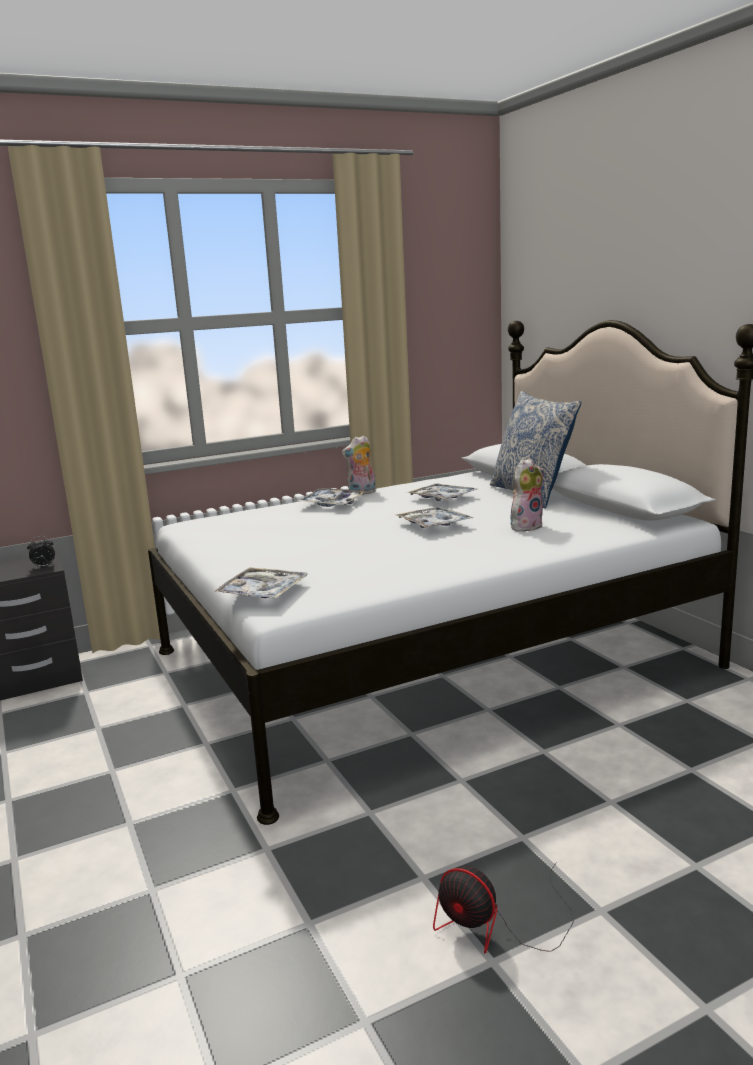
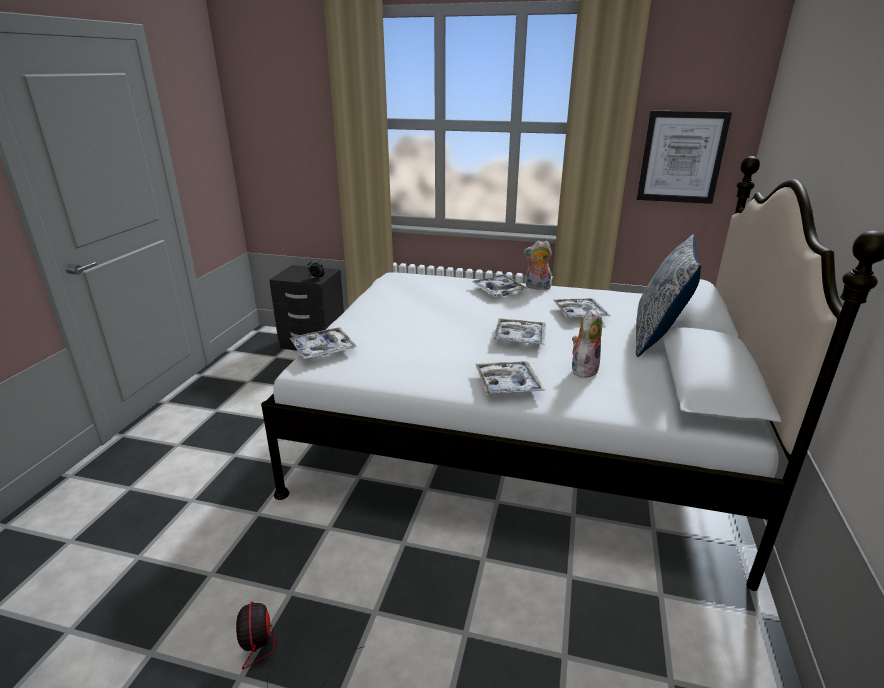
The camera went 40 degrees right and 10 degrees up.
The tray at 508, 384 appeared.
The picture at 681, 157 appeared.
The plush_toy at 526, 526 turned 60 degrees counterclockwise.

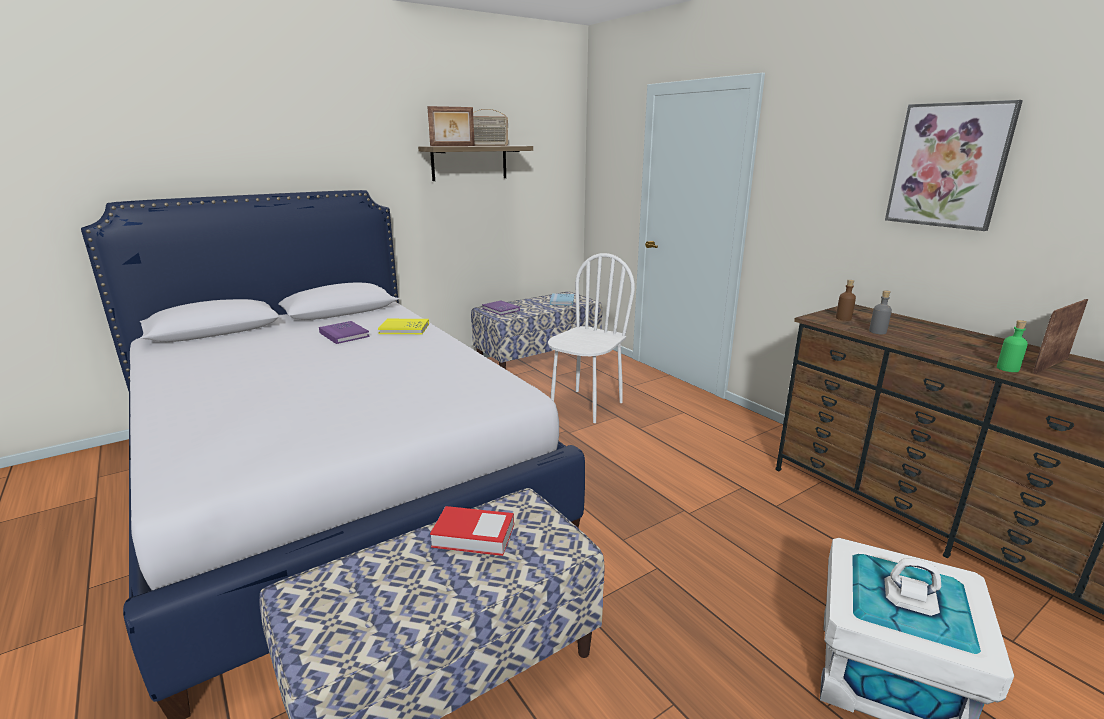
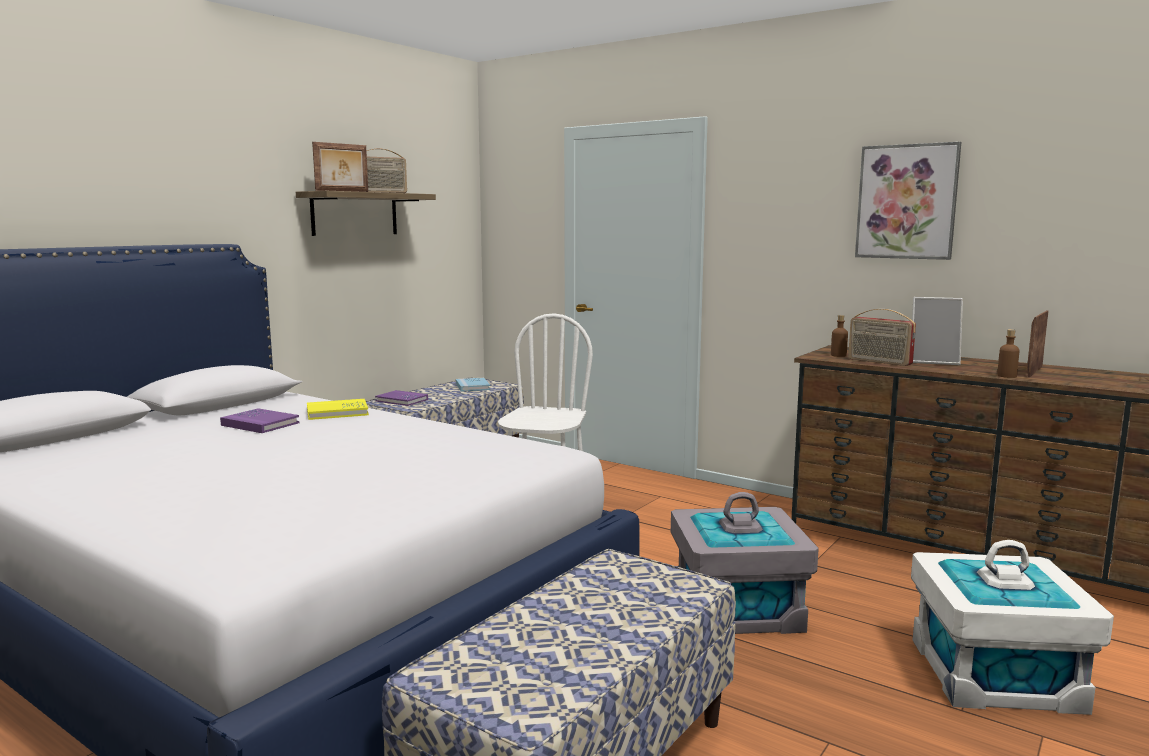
The camera went 20 degrees left and 10 degrees down.
The book at 473, 536 disappeared.
The grey_storage_box at 737, 609 appeared.
The picture_frame at 933, 361 appeared.
The grey_bottle at 877, 332 was replaced by the radio at 879, 362.
The green_bottle at 1007, 369 became the brown_bottle at 1006, 376.

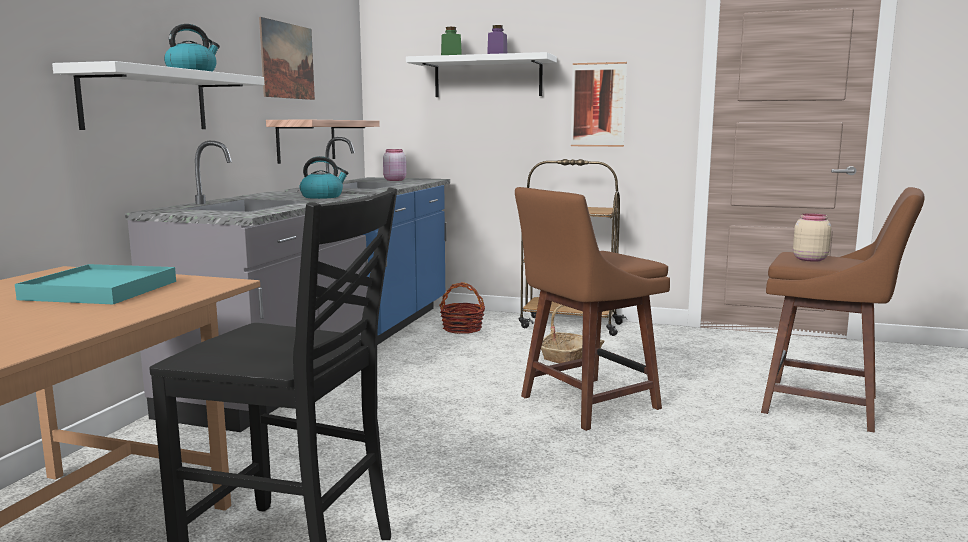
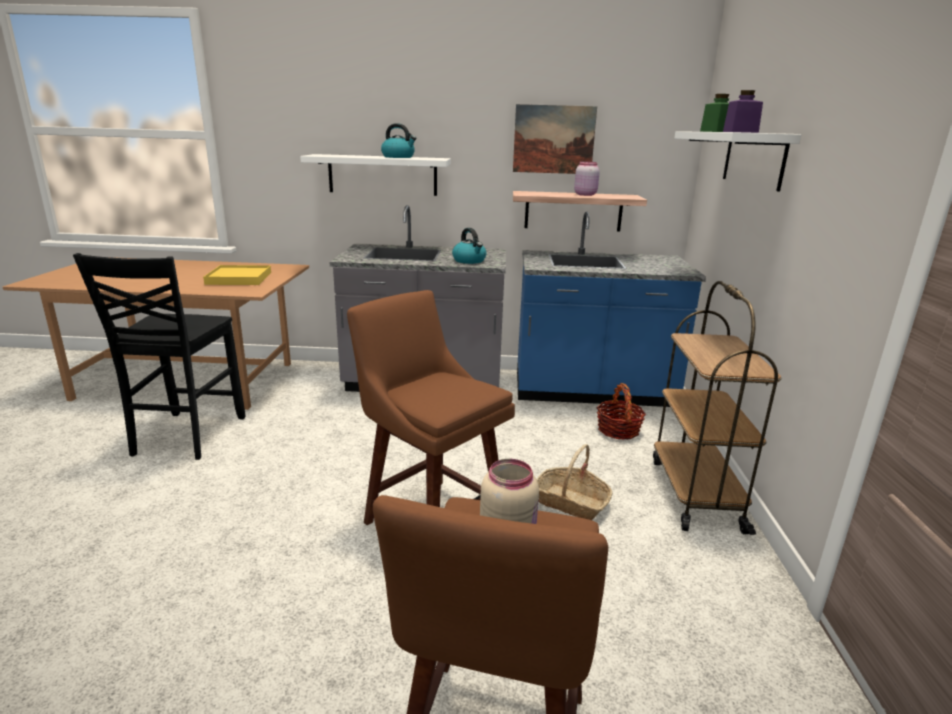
The camera went 75 degrees right and 10 degrees up.
The picture at 598, 105 disappeared.
The pink_jar moved from 394, 180 to 585, 194.
The turquoise_tray at 100, 290 became the yellow_tray at 239, 278.

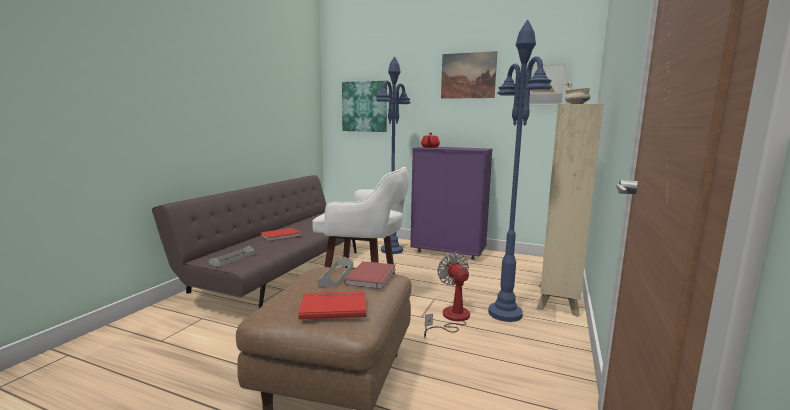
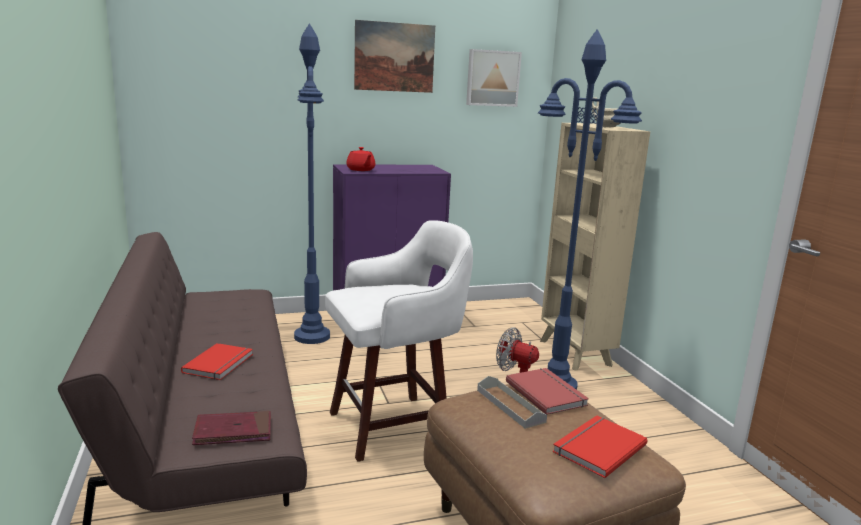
The camera went 40 degrees left and 5 degrees up.
The picture at 365, 106 disappeared.
The grey_tray at 232, 258 was replaced by the red_book at 233, 431.

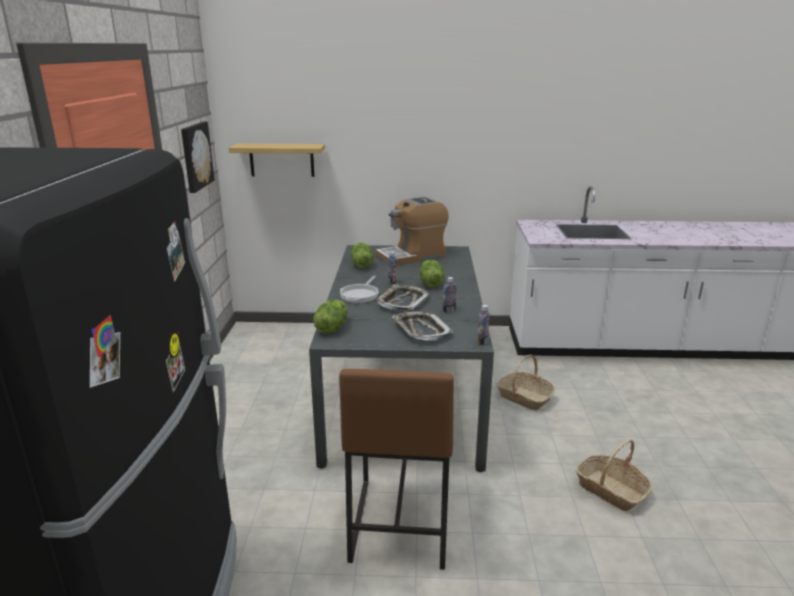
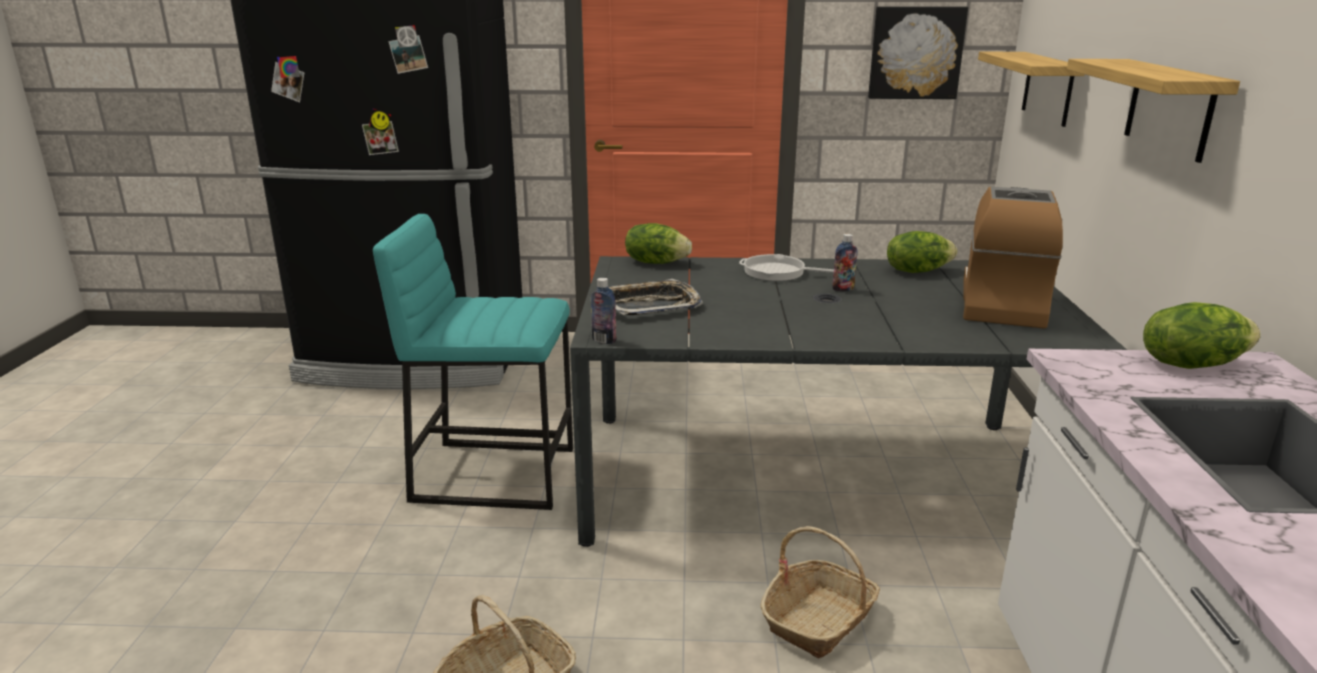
The camera went 90 degrees right and 0 degrees up.
The tray at 403, 301 disappeared.
The bottle at 449, 310 disappeared.
The shelf at 1169, 108 appeared.
The lettuce moved from 430, 284 to 1191, 364.
The brown_stool at 400, 522 became the turquoise_stool at 494, 474.
The coffee_machine at 412, 256 turned 45 degrees clockwise.

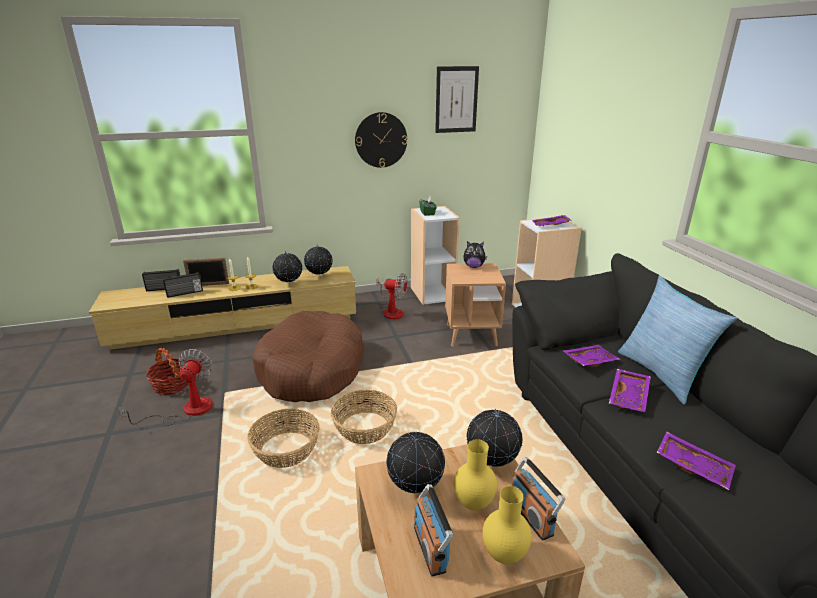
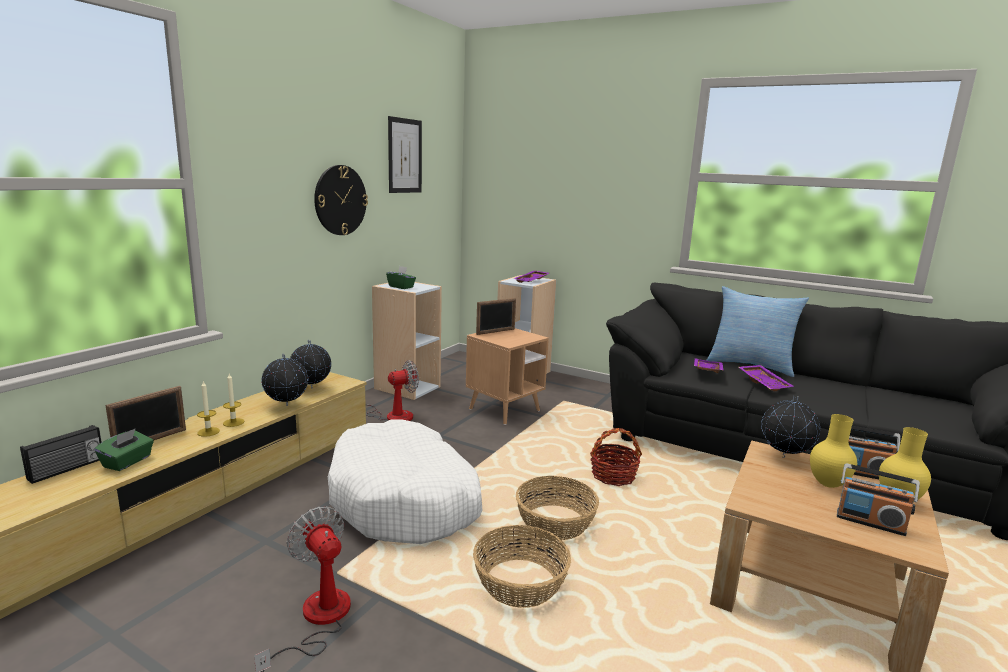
The camera went 45 degrees left and 10 degrees down.
The globe at 415, 489 disappeared.
The purple_tray at 693, 466 disappeared.
The basket moved from 172, 385 to 613, 476.
The radio at 185, 293 was replaced by the green_tissue_box at 127, 462.
The plush_toy at 473, 266 was replaced by the picture_frame at 496, 332.
The brown_dog_bed at 312, 370 became the white_dog_bed at 405, 500.

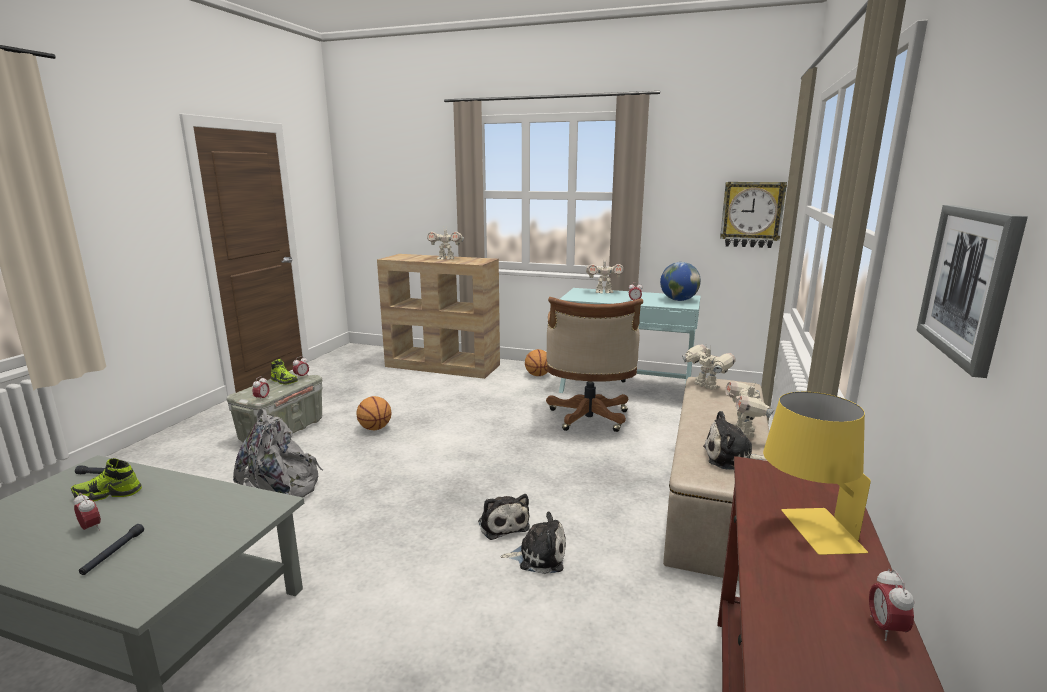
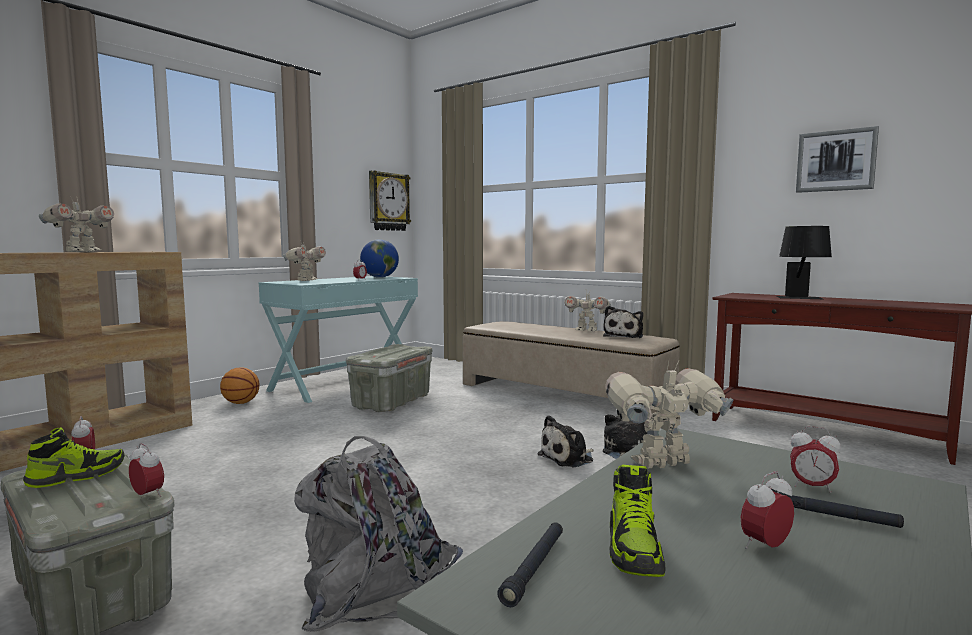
The camera went 70 degrees left and 10 degrees down.
The basketball at 375, 428 disappeared.
The toy_robot moved from 705, 387 to 663, 464.
The alarm_clock moved from 885, 629 to 812, 487.
The office_chair at 589, 418 was replaced by the grey_storage_box at 392, 402.
The yellow_table_lamp at 805, 530 became the black_table_lamp at 801, 298.
The plush_toy at 502, 524 turned 150 degrees clockwise.

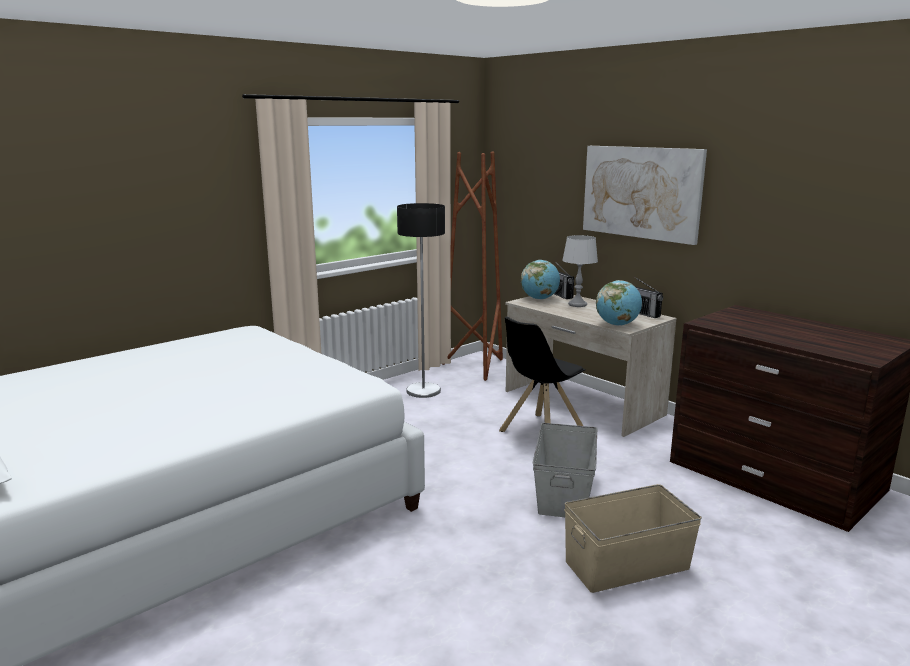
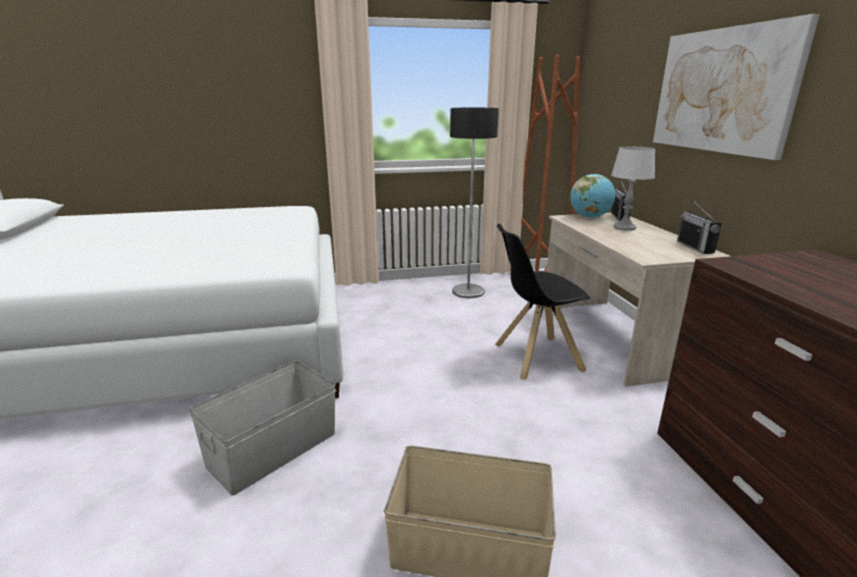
The camera went 30 degrees right and 5 degrees up.
The globe at 617, 325 disappeared.
The grey_storage_box moved from 564, 491 to 274, 449.

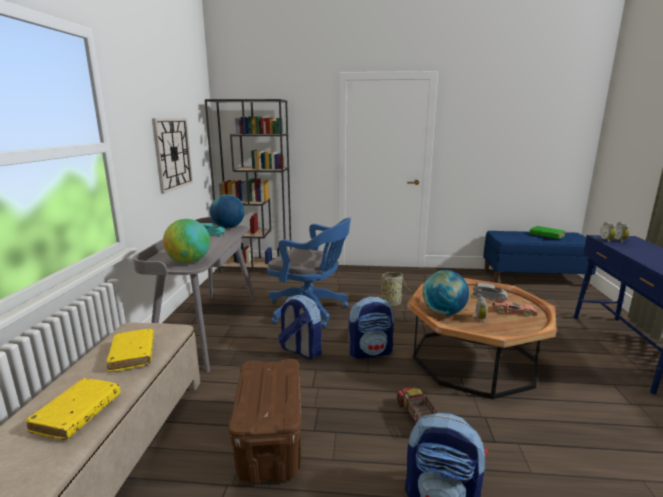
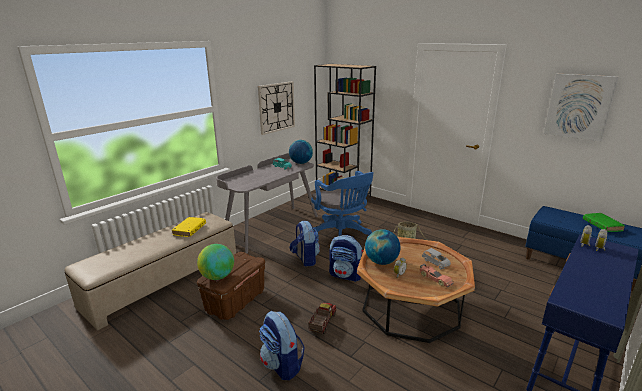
The camera went 35 degrees right and 5 degrees up.
The yellow_book at 77, 414 disappeared.
The picture at 579, 106 appeared.
The globe moved from 189, 262 to 217, 277.

